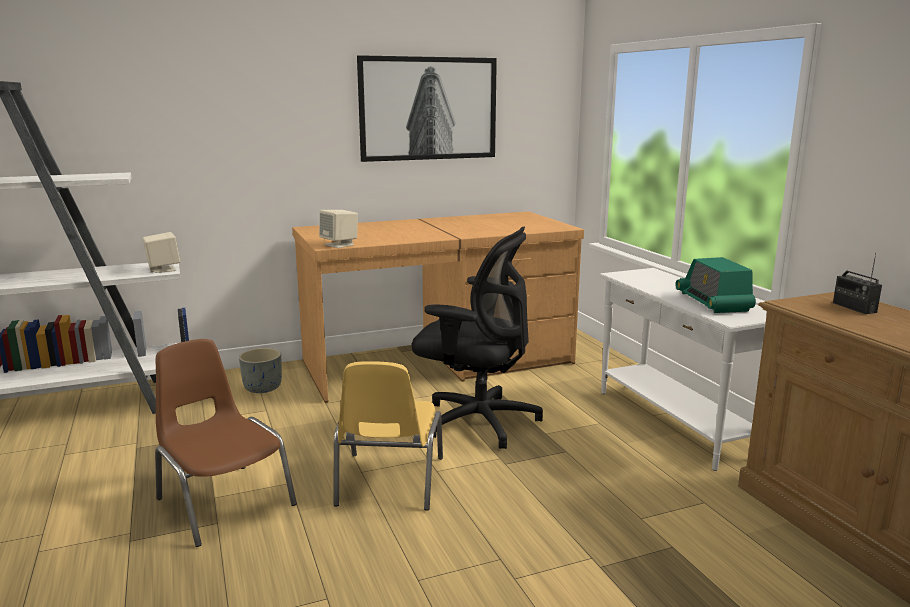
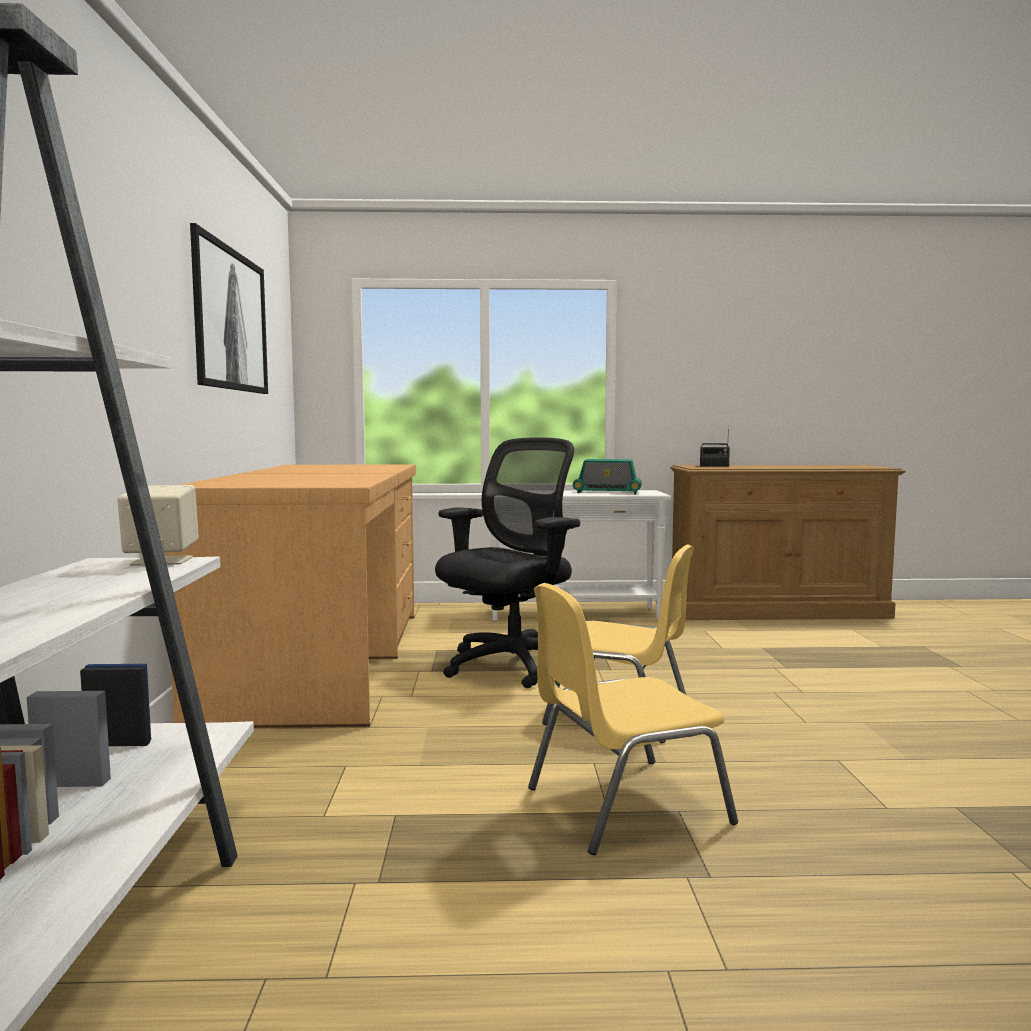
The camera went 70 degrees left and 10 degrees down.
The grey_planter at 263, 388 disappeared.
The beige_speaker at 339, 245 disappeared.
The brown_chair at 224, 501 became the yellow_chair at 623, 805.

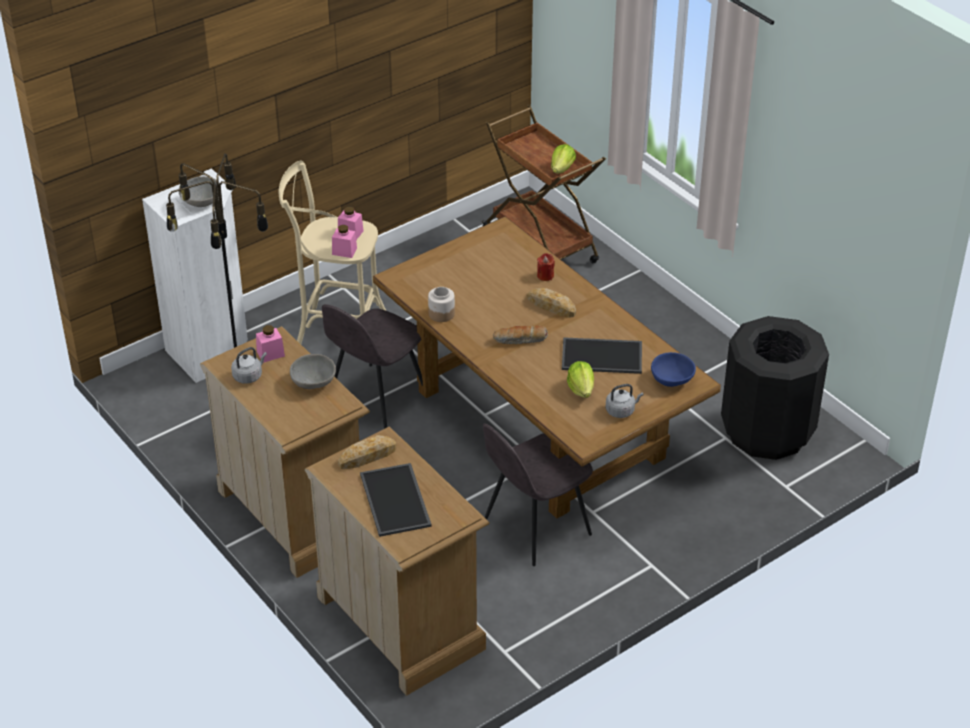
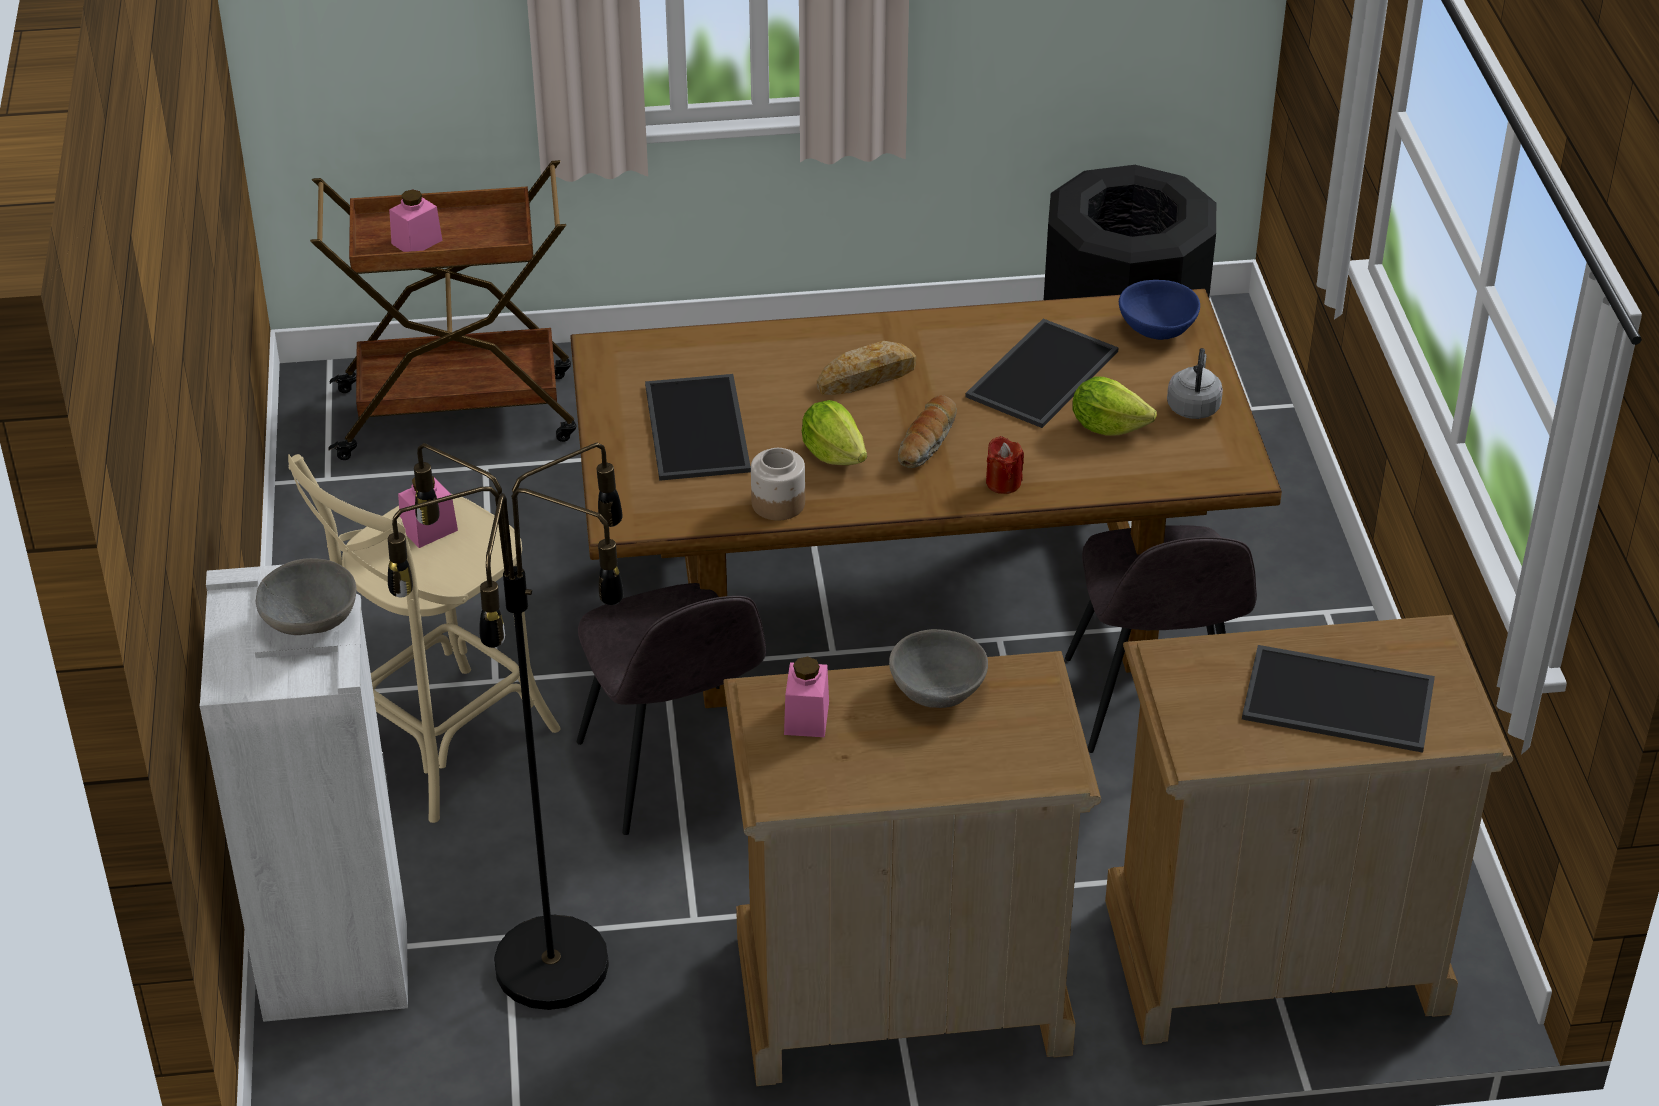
The camera went 60 degrees left and 0 degrees up.
The grey_kettle at 249, 376 disappeared.
The bread at 367, 456 disappeared.
The tray at 699, 429 appeared.
The pink_jar moved from 344, 251 to 417, 242.
The red_candle moved from 545, 276 to 1003, 482.
The lettuce moved from 562, 169 to 834, 453.

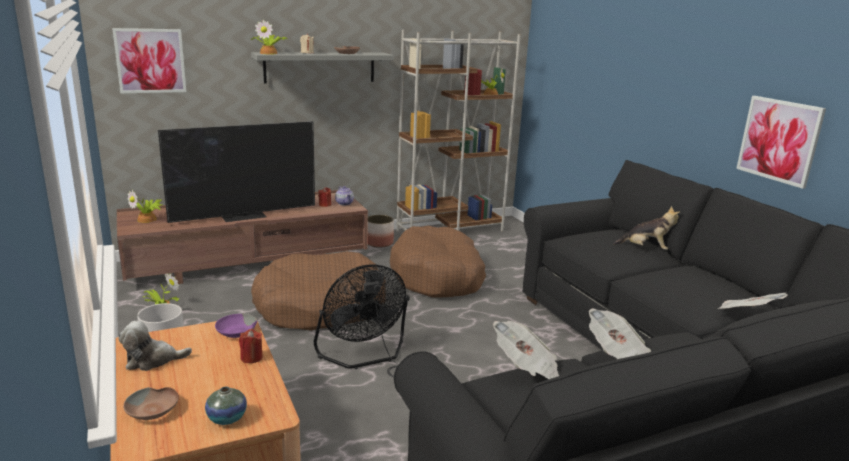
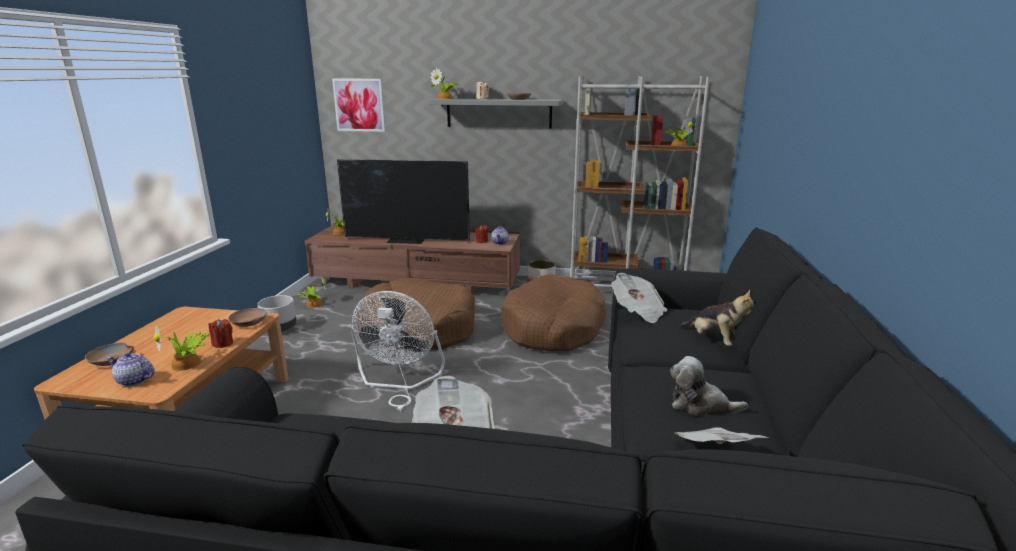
The camera went 35 degrees right and 0 degrees up.
The picture at 779, 140 disappeared.
The potted_plant at 188, 364 appeared.
The plush_toy moved from 152, 360 to 700, 405.
The newspaper moved from 526, 368 to 638, 311.
The vase at 227, 418 was replaced by the teapot at 133, 381.
The purple_bowl at 236, 332 became the brown_bowl at 248, 322.
The black_fan at 371, 357 became the white_fan at 397, 381.

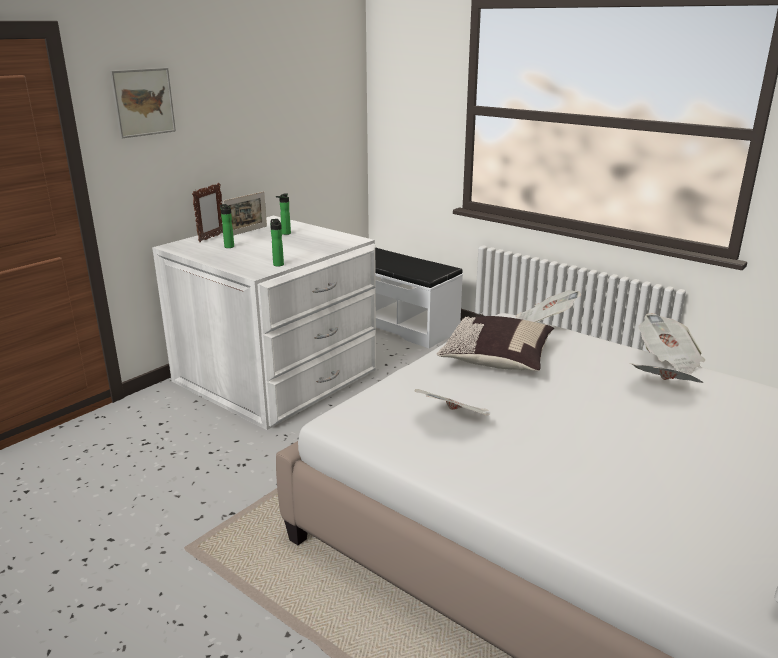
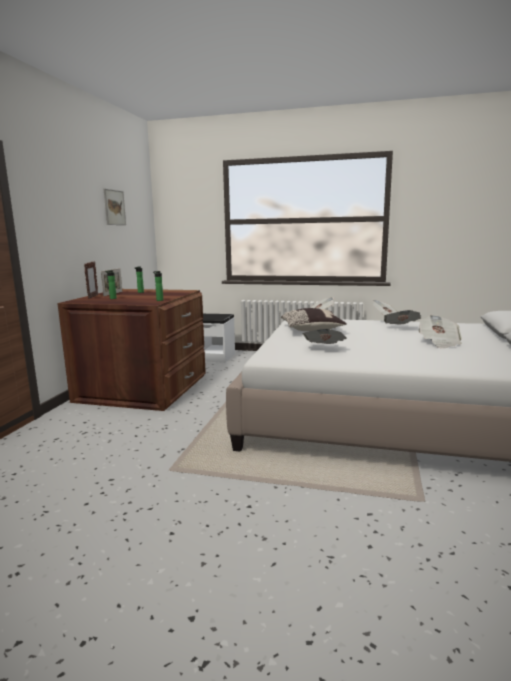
The camera went 25 degrees left and 10 degrees down.
The newspaper at 439, 343 appeared.
The picture moved from 143, 102 to 114, 207.
The white_dresser at 277, 376 became the brown_dresser at 143, 388.

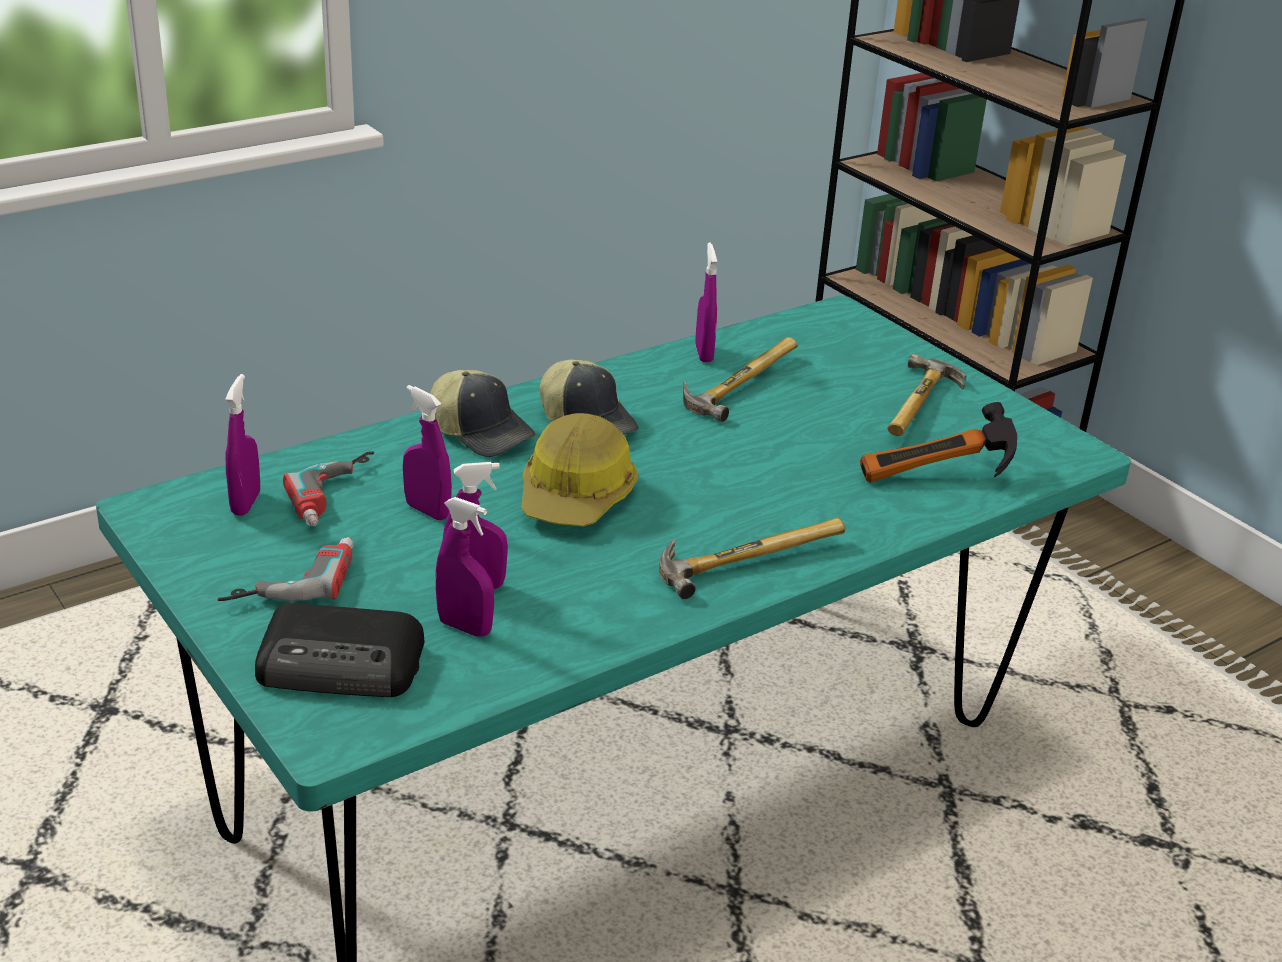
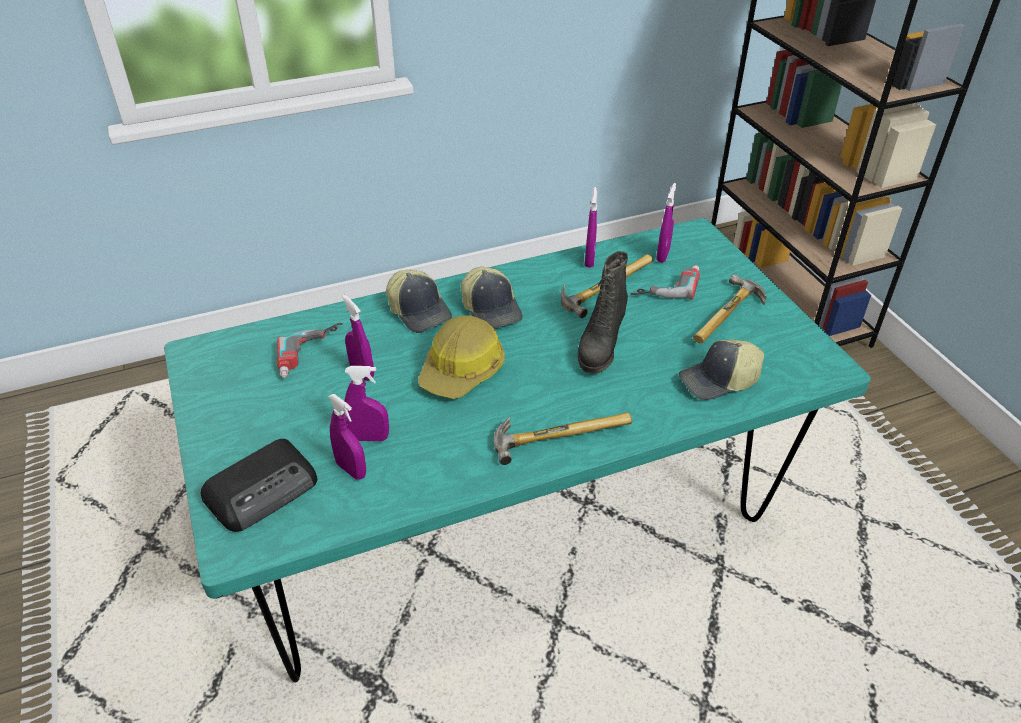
The camera went 15 degrees right and 10 degrees up.
The black_boot at 600, 346 appeared.
The power_drill moved from 290, 578 to 665, 285.
The purple_spray_bottle moved from 246, 503 to 663, 255.
The hammer at 938, 479 was replaced by the cap at 719, 381.
The radio at 343, 664 turned 60 degrees counterclockwise.

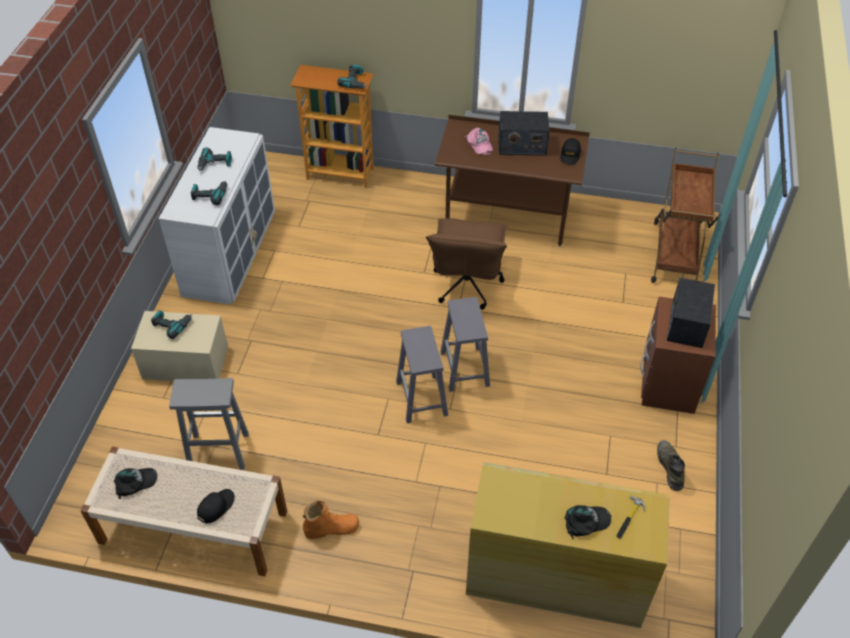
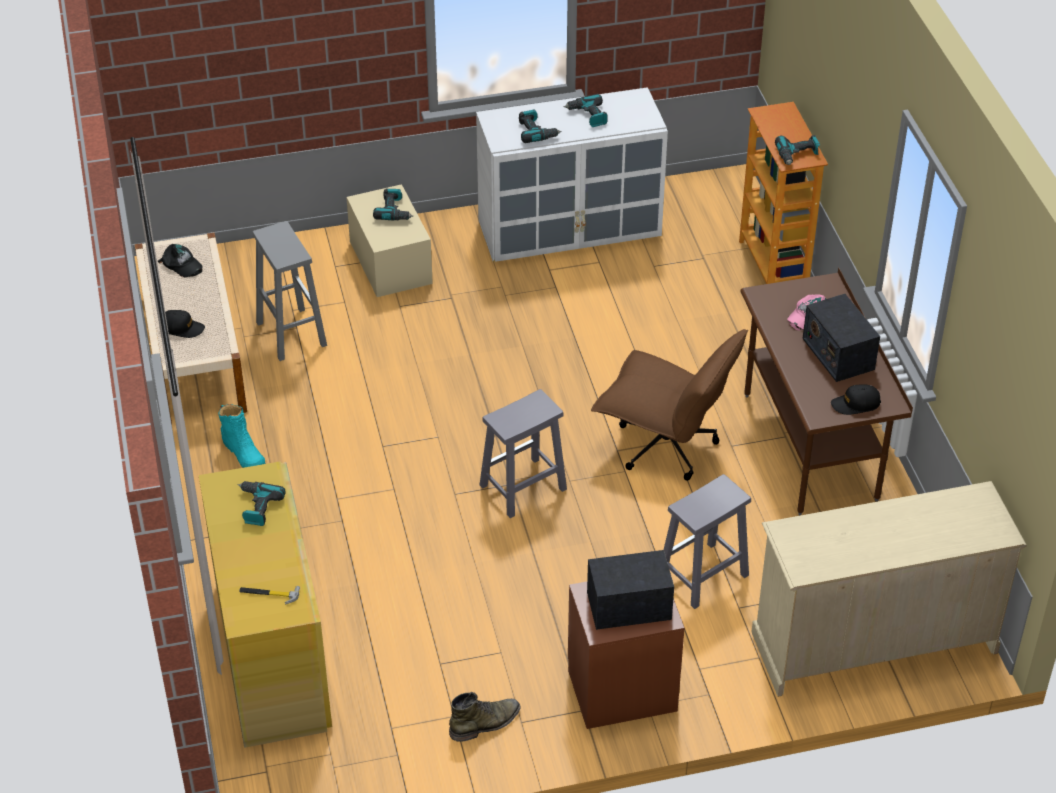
The camera went 65 degrees right and 5 degrees down.
The black_cap at 586, 522 disappeared.
The power_drill at 257, 507 appeared.
The grey_stool moved from 422, 399 to 702, 576.
The brown_cart at 674, 256 was replaced by the beige_cabinet at 872, 642.
The orange_boot at 331, 528 became the turquoise_boot at 243, 453.
The brown_office_chair at 467, 283 turned 135 degrees counterclockwise.

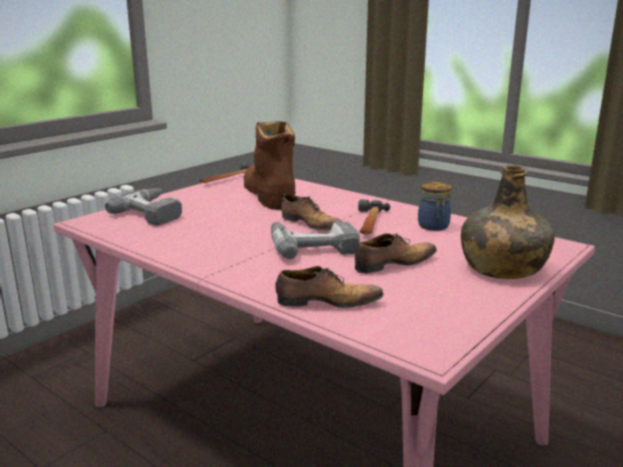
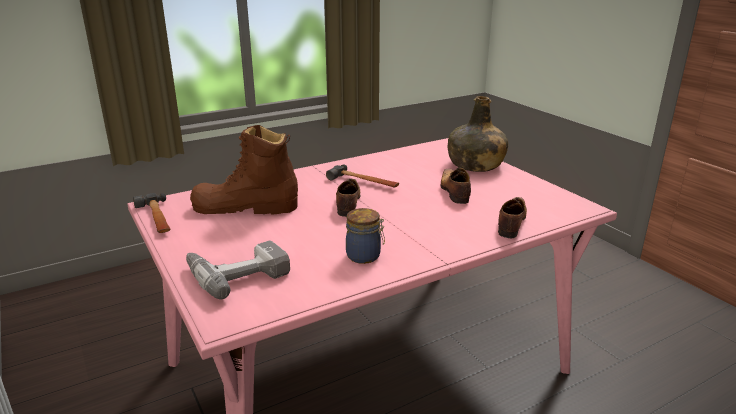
The camera went 70 degrees left and 5 degrees up.
The power_drill at 311, 245 disappeared.
The jar moved from 433, 226 to 365, 256.
The shoe at 310, 224 turned 60 degrees counterclockwise.

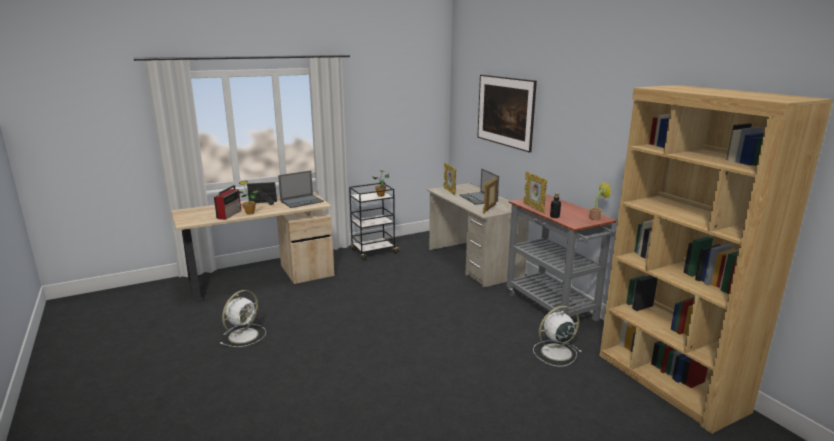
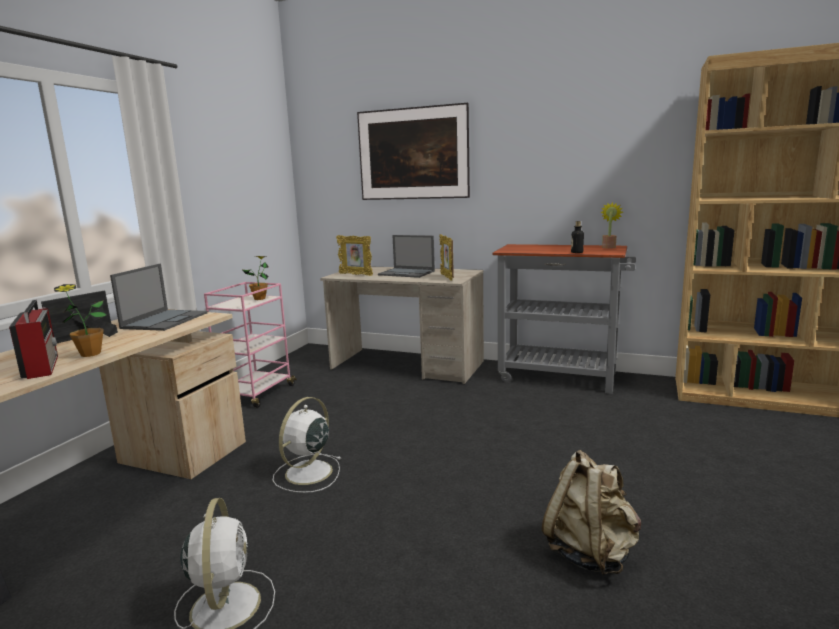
The camera went 40 degrees left and 5 degrees down.
The picture_frame at 534, 208 disappeared.
The beige_backpack at 590, 553 appeared.
The white_fan moved from 555, 352 to 307, 473.
The black_cart at 373, 252 became the pink_cart at 256, 394.

